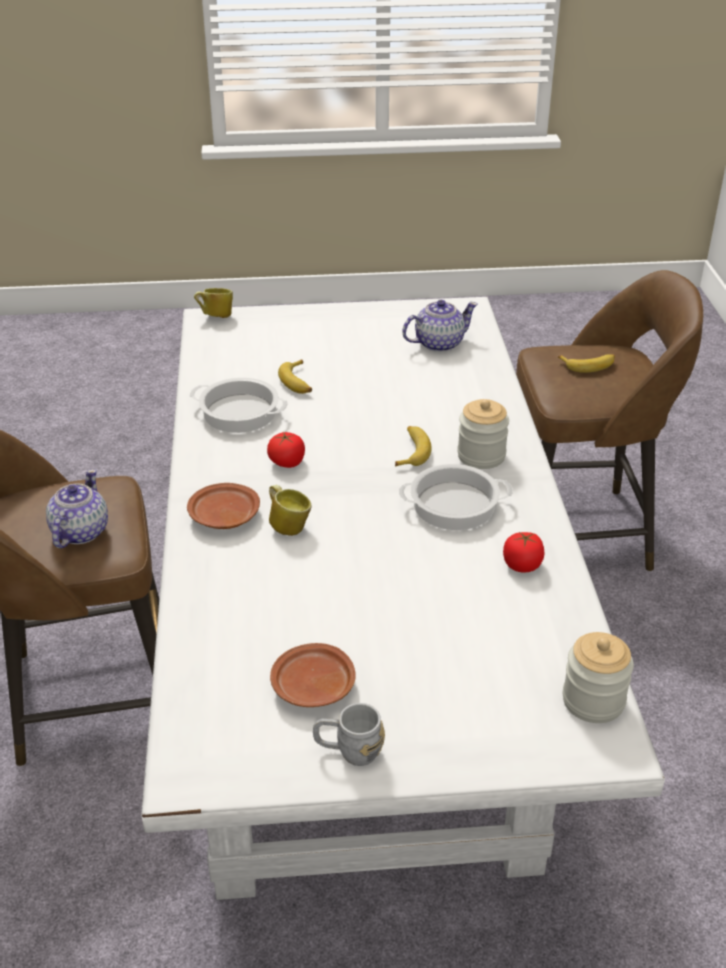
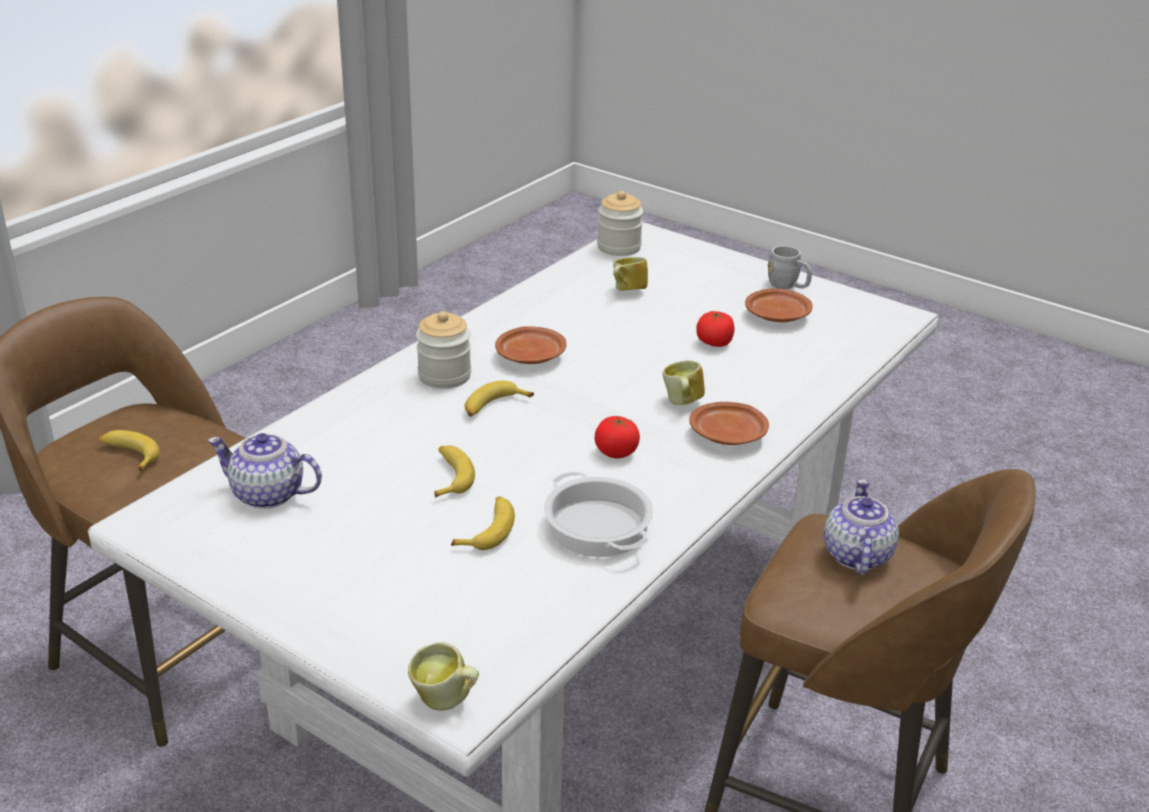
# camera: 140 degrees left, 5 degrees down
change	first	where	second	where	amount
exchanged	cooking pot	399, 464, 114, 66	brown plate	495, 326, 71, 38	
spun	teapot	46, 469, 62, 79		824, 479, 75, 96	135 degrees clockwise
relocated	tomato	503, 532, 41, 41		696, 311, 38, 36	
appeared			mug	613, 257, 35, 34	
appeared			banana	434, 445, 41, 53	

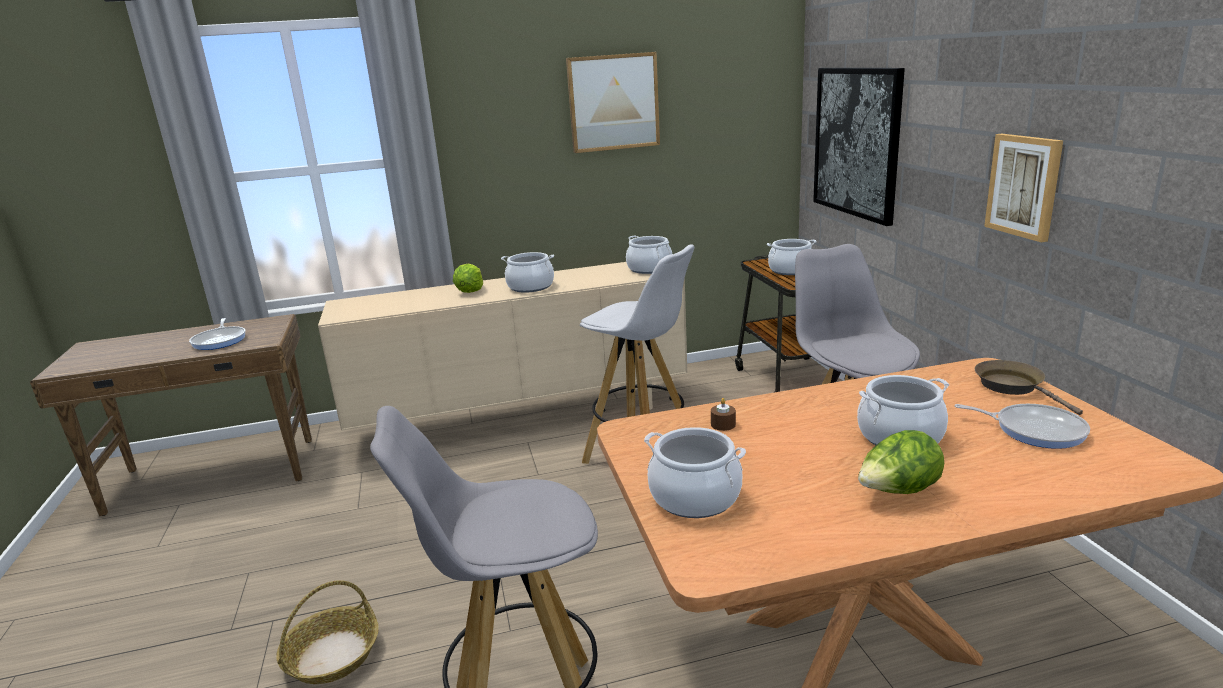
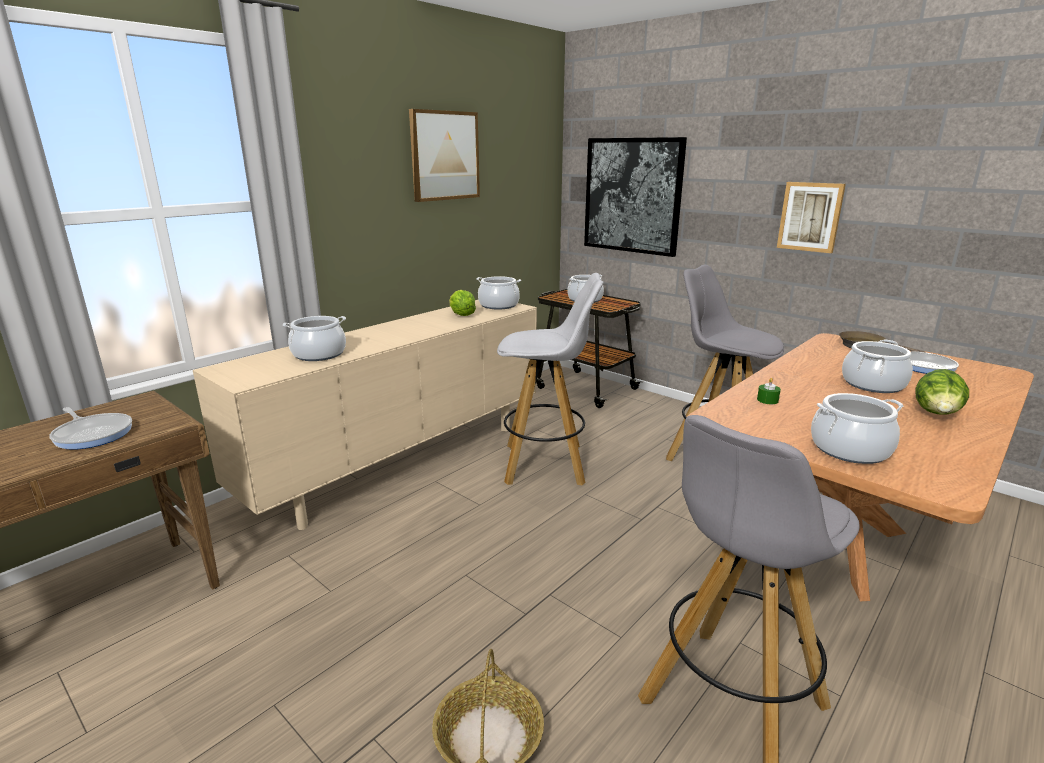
# camera: 35 degrees left, 0 degrees up
change	first	where	second	where	amount
relocated	cooking pot	501, 252, 53, 41		283, 316, 63, 45	
relocated	lettuce	453, 264, 30, 29		449, 290, 27, 26	
colour	brown candle	711, 398, 25, 33	green candle	757, 378, 24, 26	

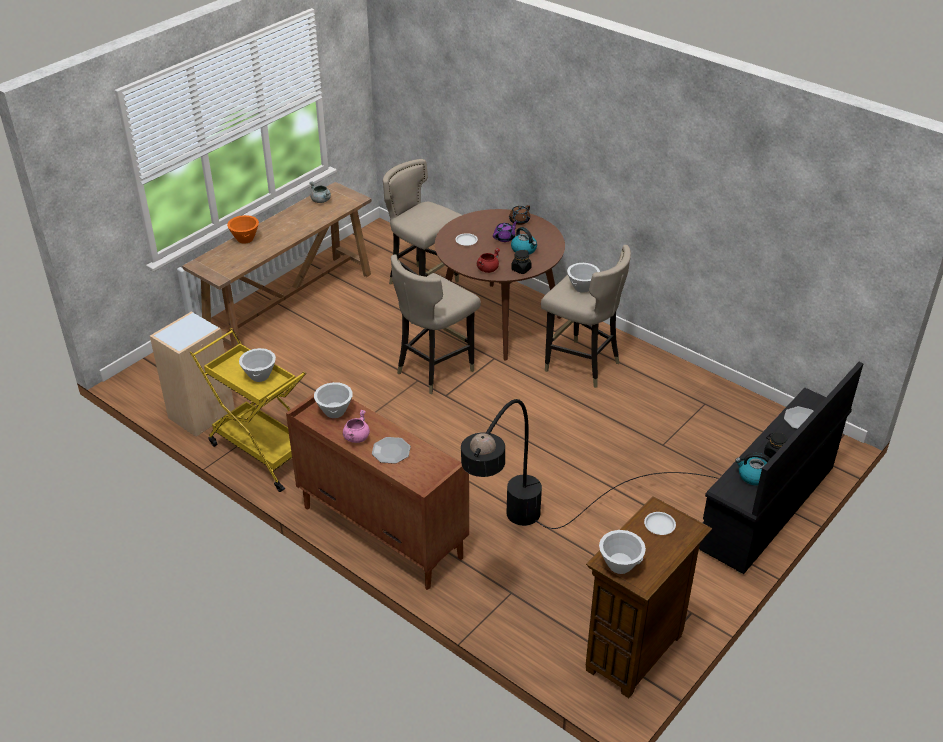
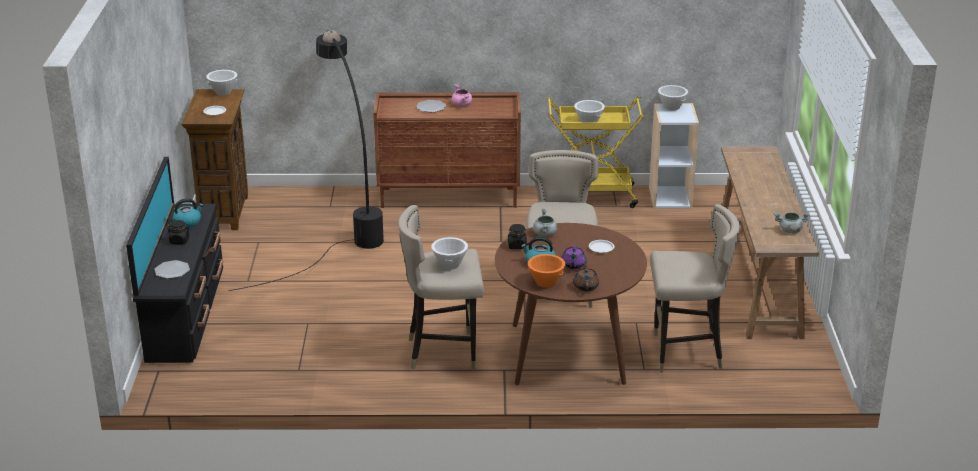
# camera: 140 degrees right, 10 degrees down
change	first	where	second	where	amount
relocated	orange bowl	227, 215, 32, 29		528, 254, 37, 34	
colour	red cooking pot	477, 248, 23, 25	grey cooking pot	533, 209, 24, 27	
relocated	white bowl	314, 382, 39, 36		658, 85, 30, 26	

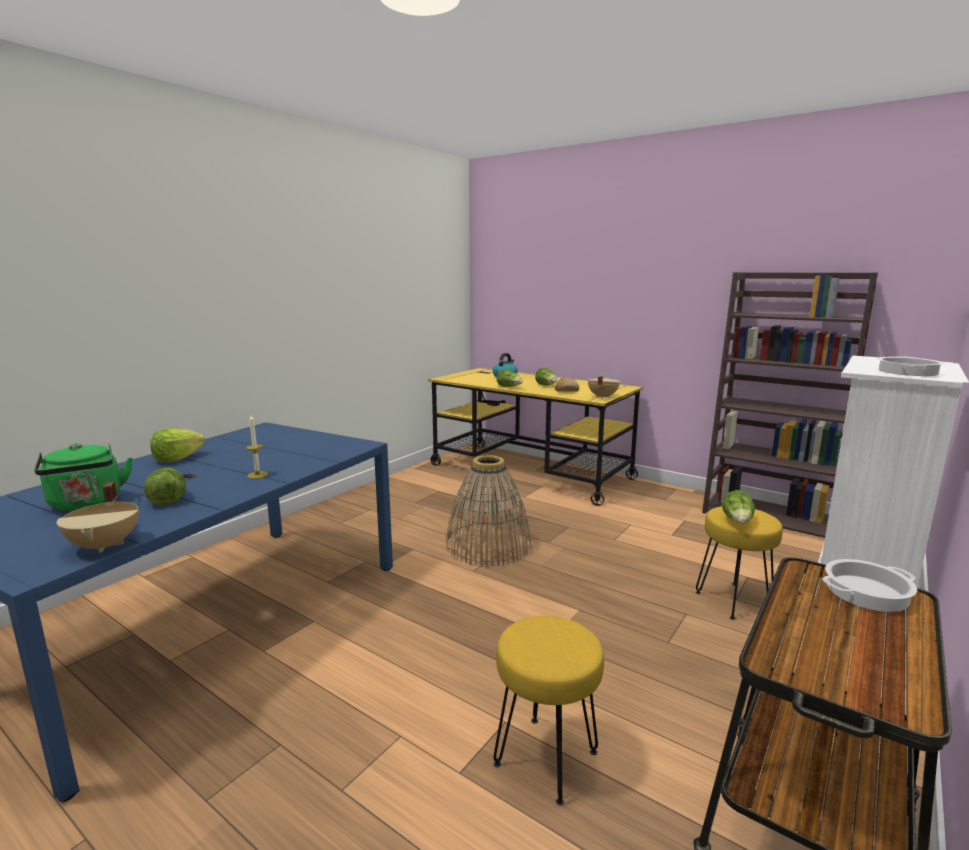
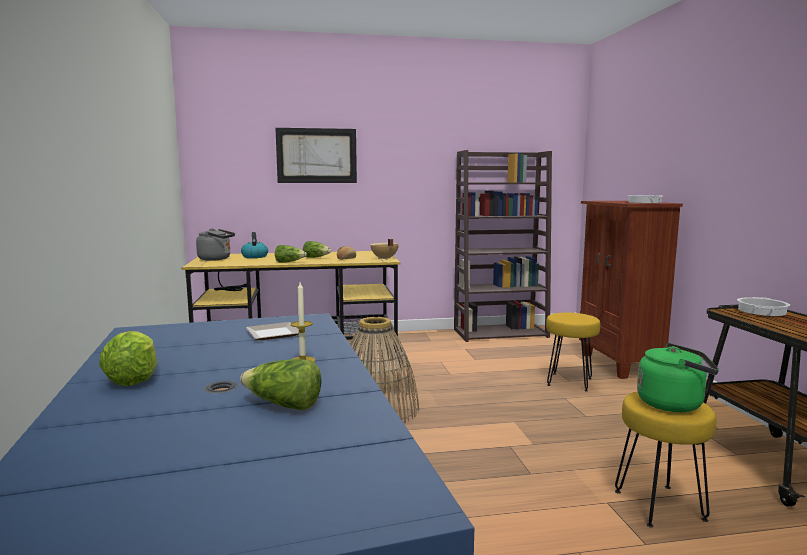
# camera: 45 degrees left, 5 degrees down
change	first	where	second	where	amount
colour	white cabinet	814, 356, 155, 290	brown cabinet	579, 201, 104, 178	
relocated	green kettle	34, 443, 99, 68		637, 343, 82, 69	
missing	beige cooking pot	57, 481, 82, 72			
missing	lettuce	722, 490, 33, 33			
appeared			picture	275, 128, 82, 55	
appeared			grey kettle	196, 228, 39, 33	
appeared			plate	246, 322, 53, 18	

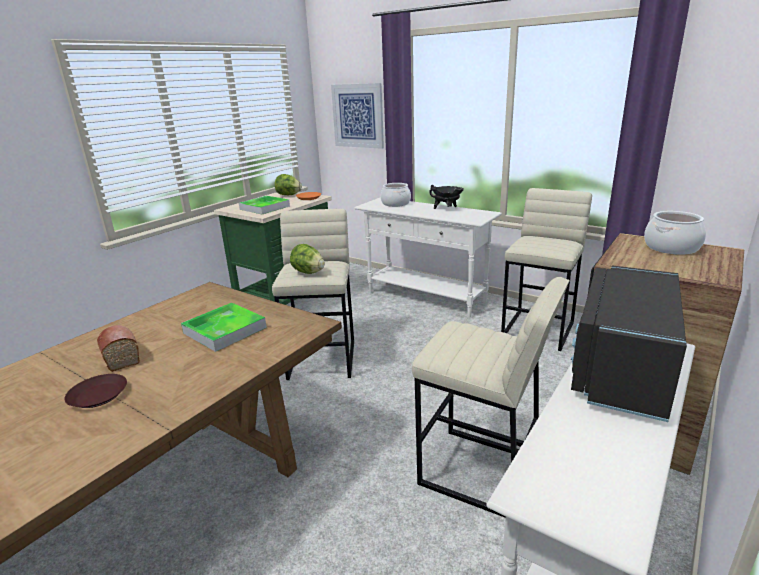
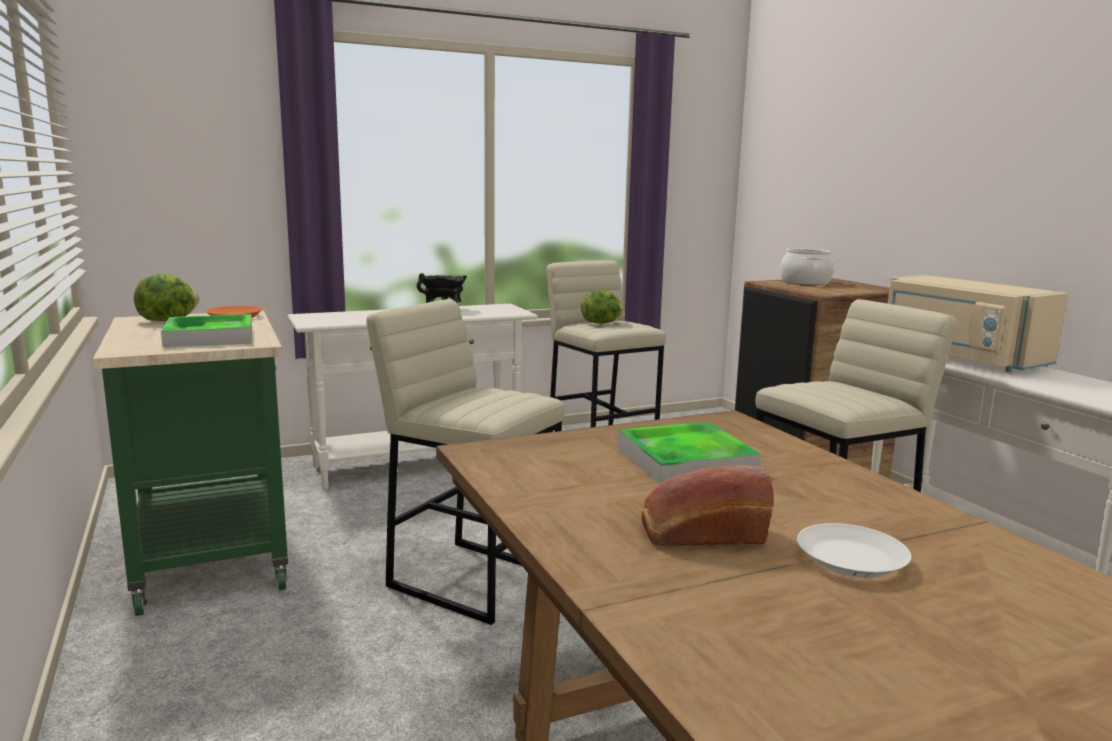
# camera: 60 degrees left, 10 degrees down
change	first	where	second	where	amount
missing	picture	331, 83, 53, 66			
missing	cooking pot	381, 183, 30, 24			
relocated	lettuce	290, 244, 35, 30		581, 289, 42, 34	
colour	black microwave	571, 265, 116, 157	beige microwave	888, 275, 180, 97	
colour	brown plate	64, 374, 63, 34	white plate	797, 523, 114, 55	

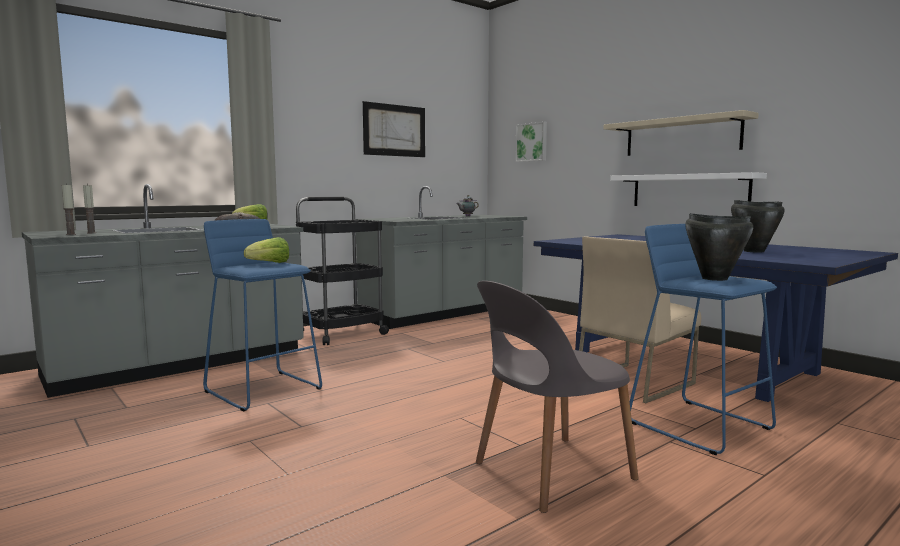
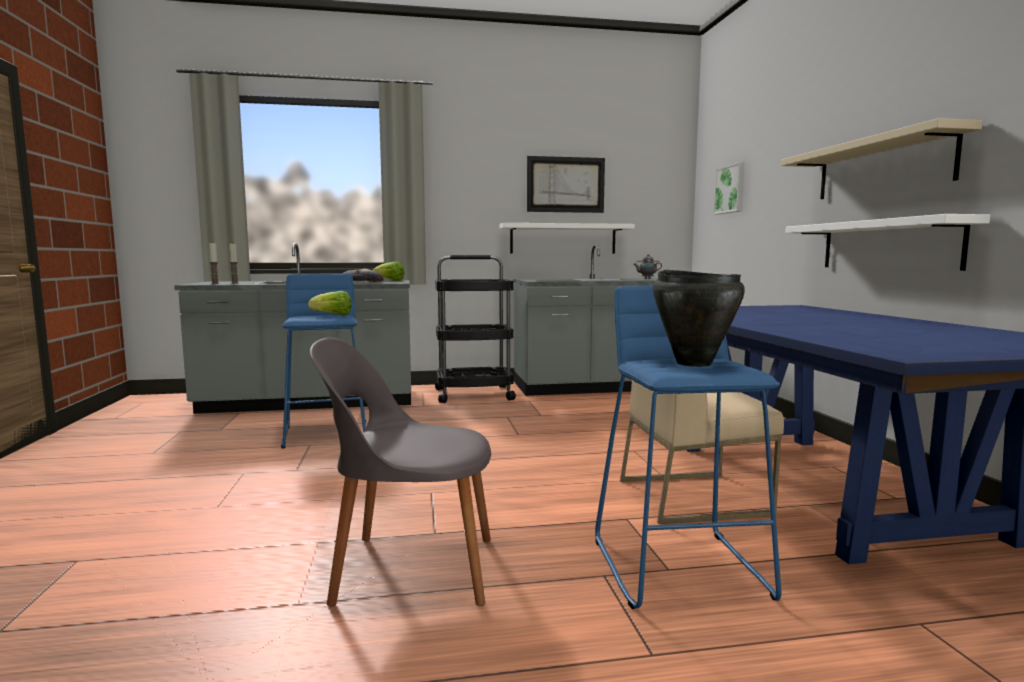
# camera: 30 degrees right, 0 degrees up
change	first	where	second	where	amount
missing	black cooking pot	731, 200, 54, 52			
appeared			white shelf	499, 223, 136, 31	

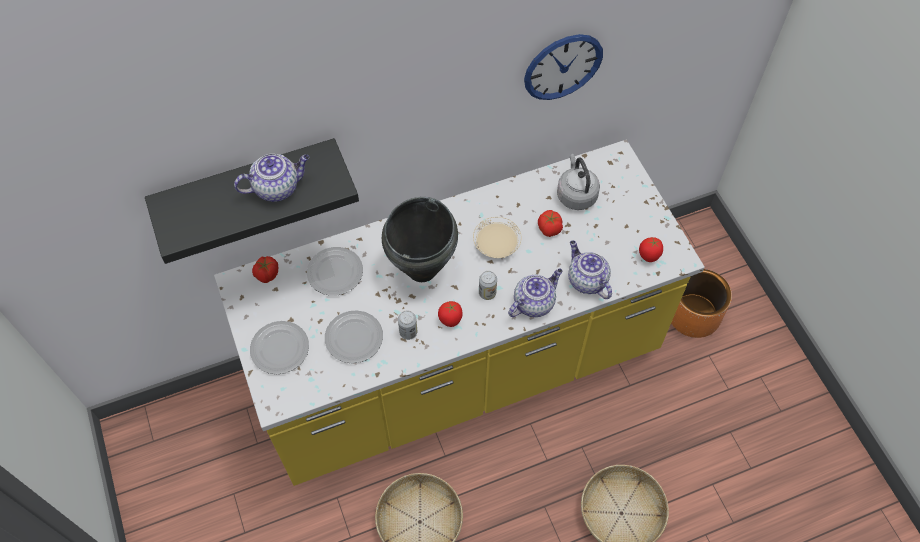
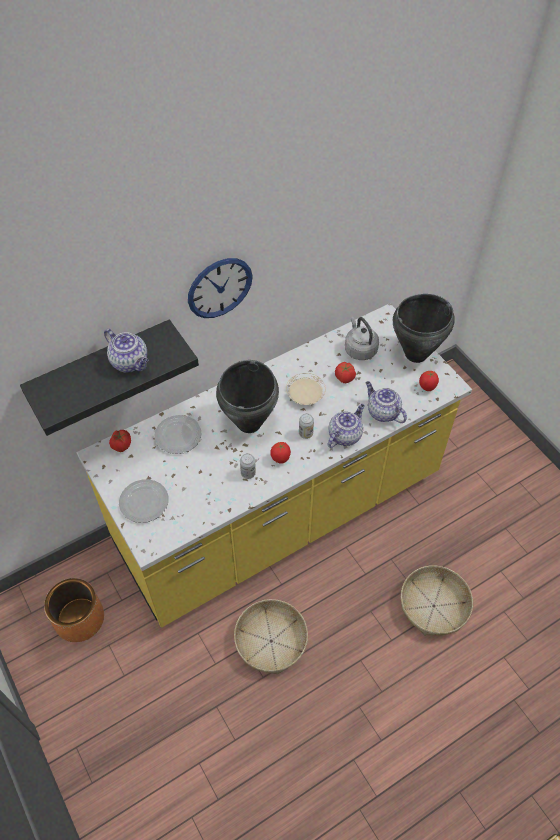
# camera: 10 degrees left, 5 degrees down
change	first	where	second	where	amount
relocated	wall clock	524, 34, 79, 66		188, 258, 65, 60	
spun	teapot	234, 154, 75, 48		104, 329, 44, 44	75 degrees clockwise
relocated	orange planter	671, 269, 61, 69		44, 578, 60, 64	
missing	plate	325, 310, 58, 53			
appeared			black cooking pot	393, 294, 62, 69	

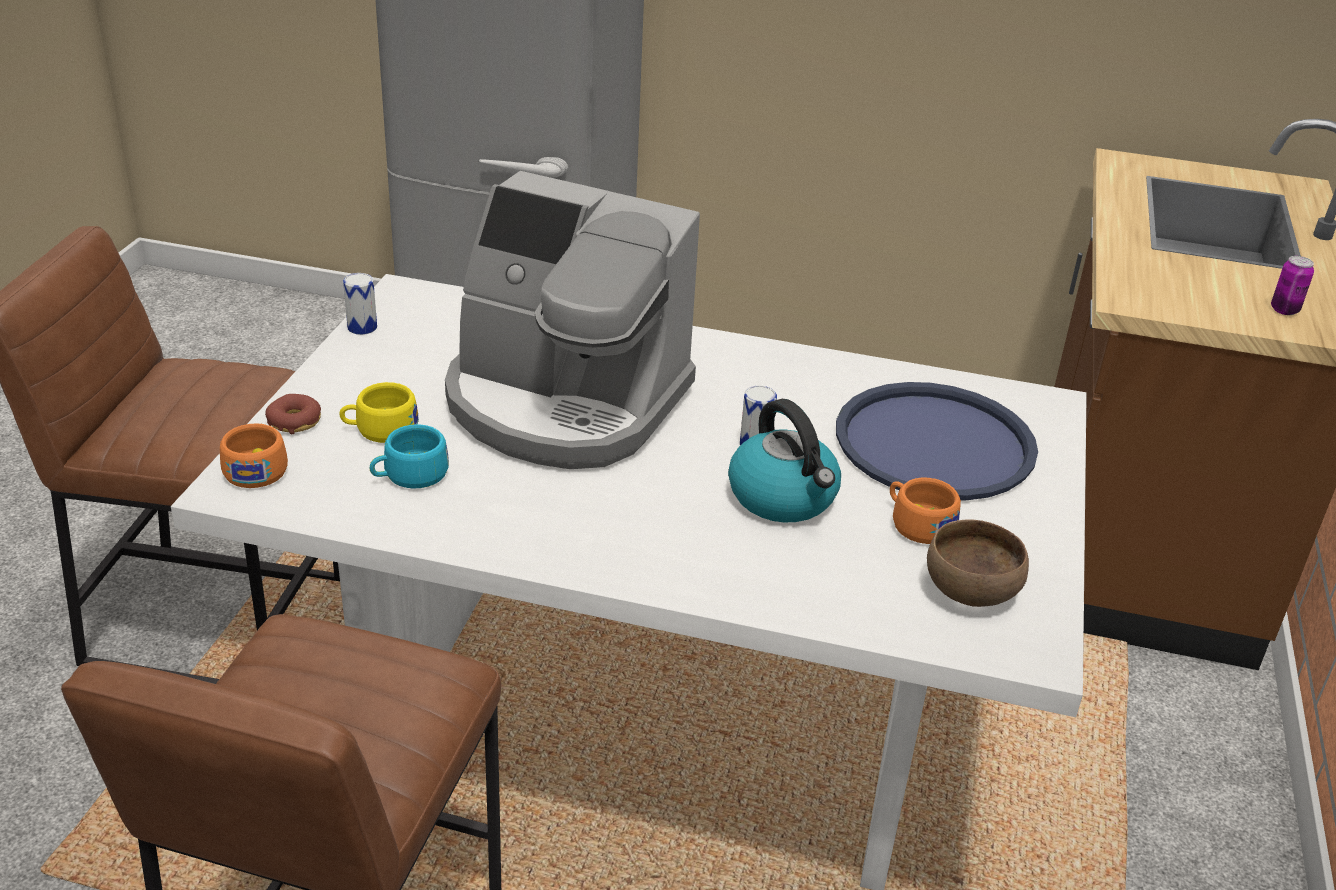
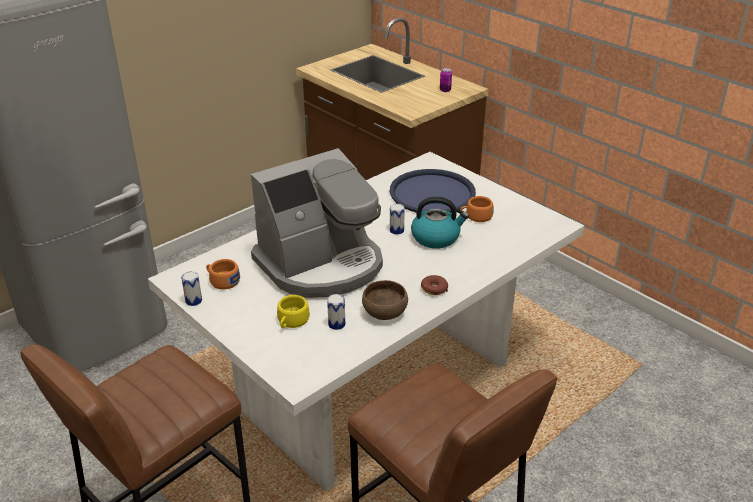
# camera: 55 degrees left, 0 degrees up
change	first	where	second	where	amount
relocated	donut	265, 394, 56, 40		421, 275, 27, 20	
relocated	orange cup	220, 423, 68, 65		206, 259, 34, 30	
exchanged	turquoise cup	370, 424, 79, 64	can	327, 294, 18, 36	
relocated	brown bowl	927, 520, 102, 87		362, 280, 46, 40	

